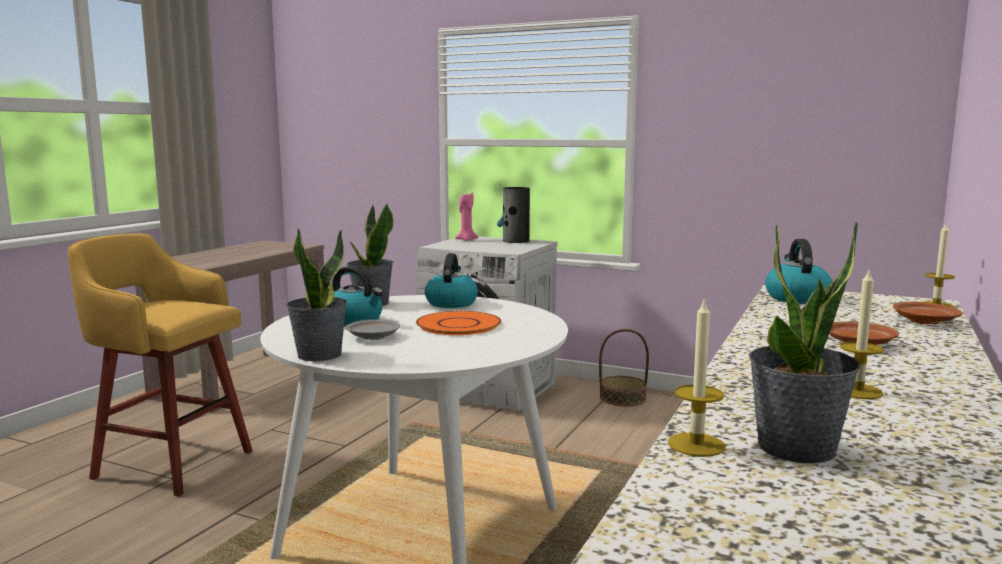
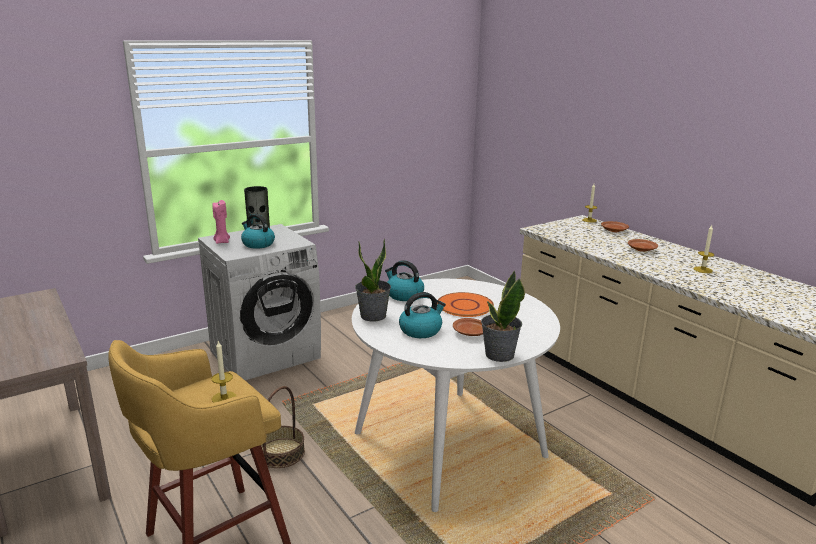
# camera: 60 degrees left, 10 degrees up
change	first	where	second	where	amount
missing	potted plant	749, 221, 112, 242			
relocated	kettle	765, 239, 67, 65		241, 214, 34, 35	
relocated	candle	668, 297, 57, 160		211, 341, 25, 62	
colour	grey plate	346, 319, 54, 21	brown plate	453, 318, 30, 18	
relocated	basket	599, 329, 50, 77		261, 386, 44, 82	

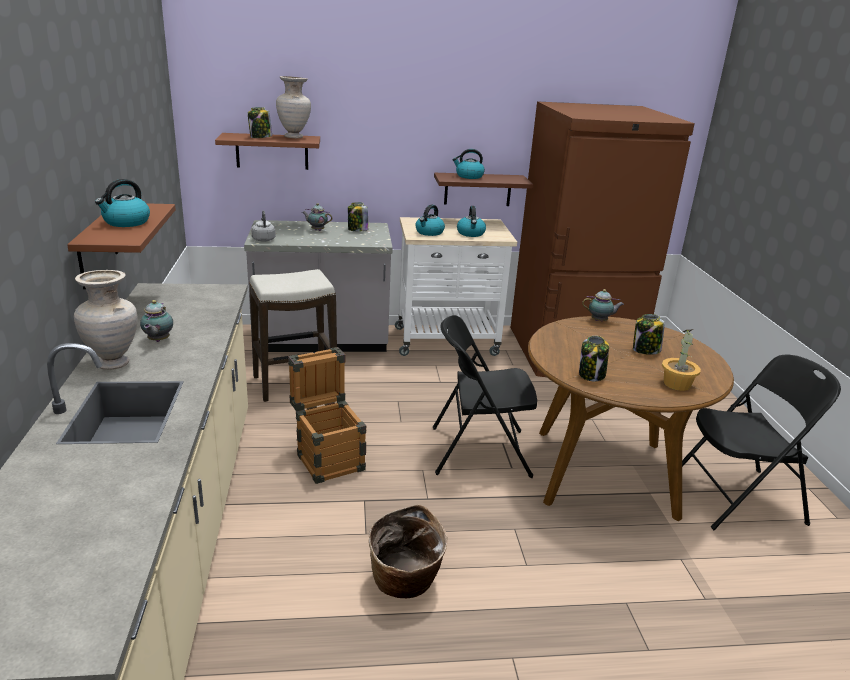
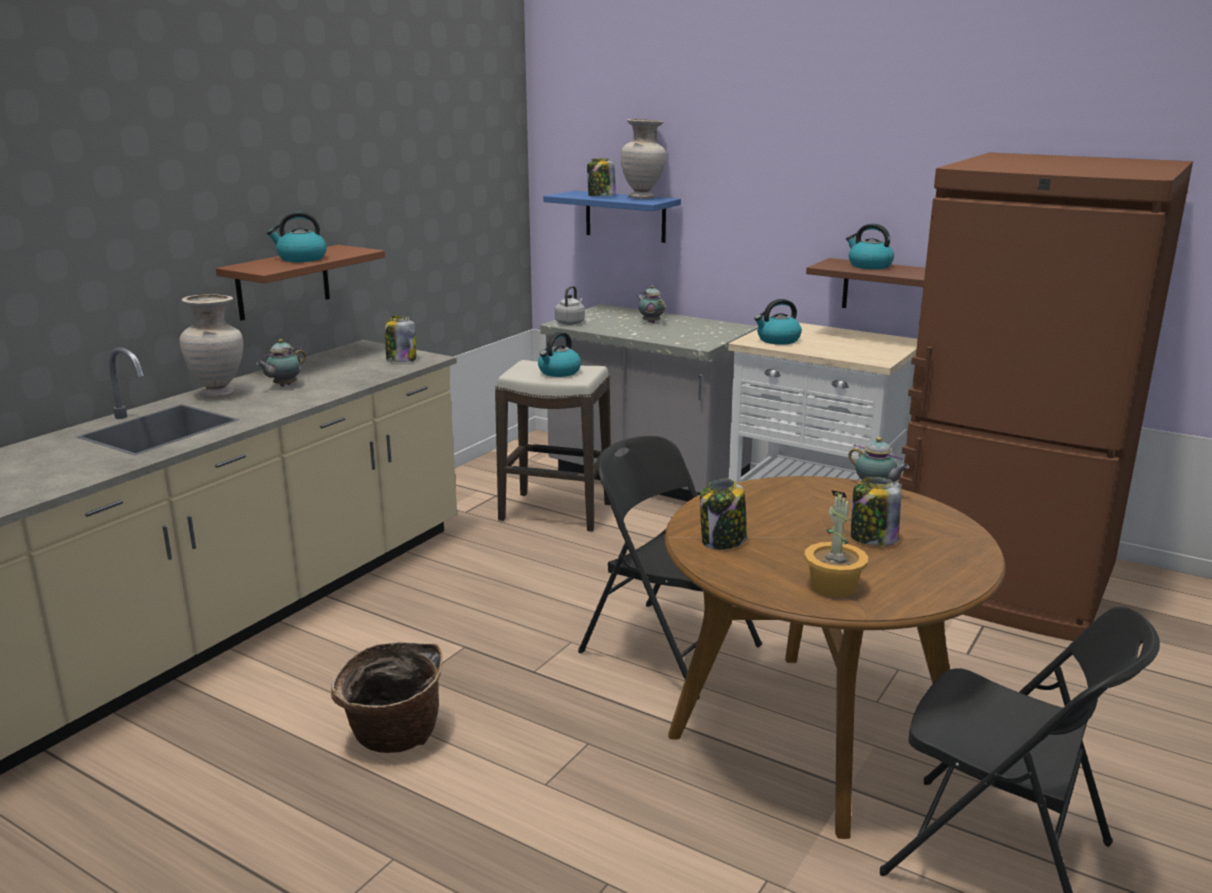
# camera: 40 degrees right, 5 degrees down
change	first	where	second	where	amount
colour	brown shelf	215, 133, 105, 37	blue shelf	543, 191, 138, 52	
relocated	jar	348, 202, 20, 29		385, 316, 31, 46	
relocated	kettle	457, 206, 29, 31		538, 332, 43, 45	
missing	crate	288, 347, 78, 137			

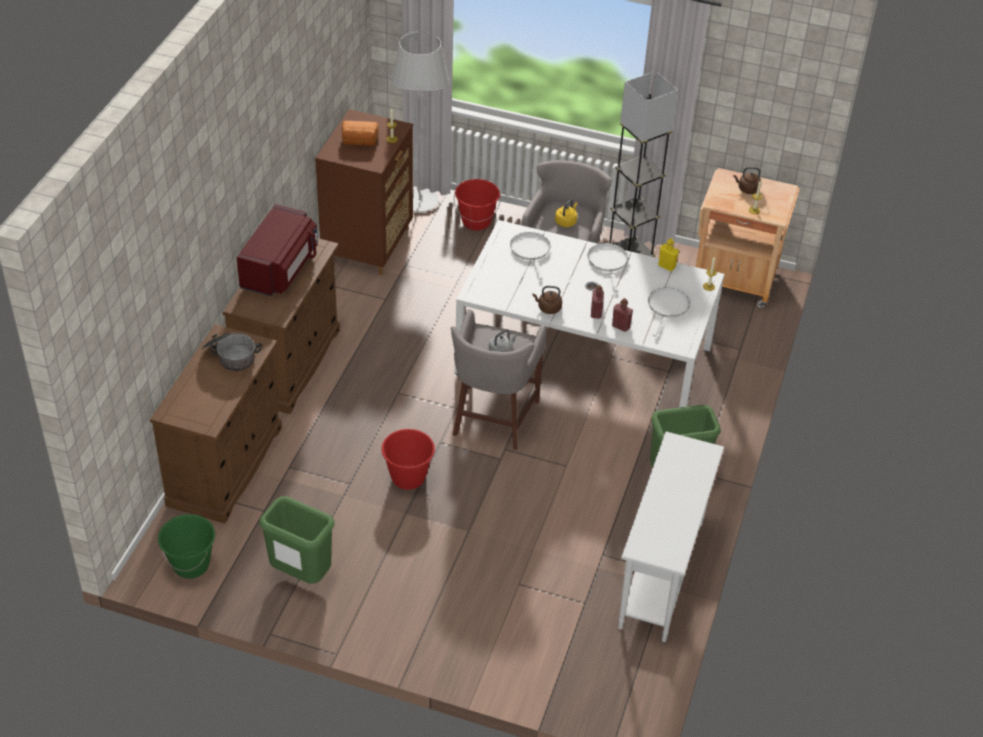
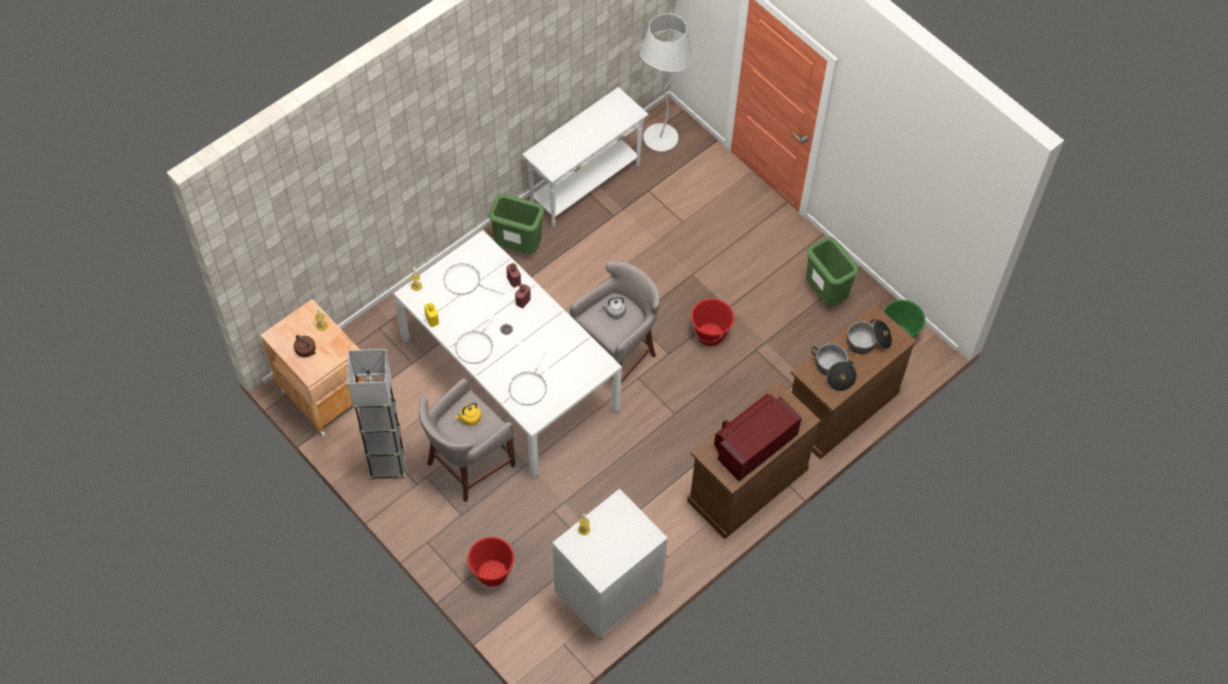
# camera: 150 degrees left, 15 degrees up
change	first	where	second	where	amount
relocated	white floor lamp	391, 32, 58, 181		640, 13, 53, 139	
colour	brown dresser	315, 109, 98, 166	white dresser	552, 489, 116, 150	
missing	bread	342, 121, 37, 25			
missing	brown kettle	533, 286, 29, 28			
spun	white frying pan	648, 288, 42, 49		444, 263, 60, 32	60 degrees clockwise
appeared			cooking pot	847, 319, 45, 35	

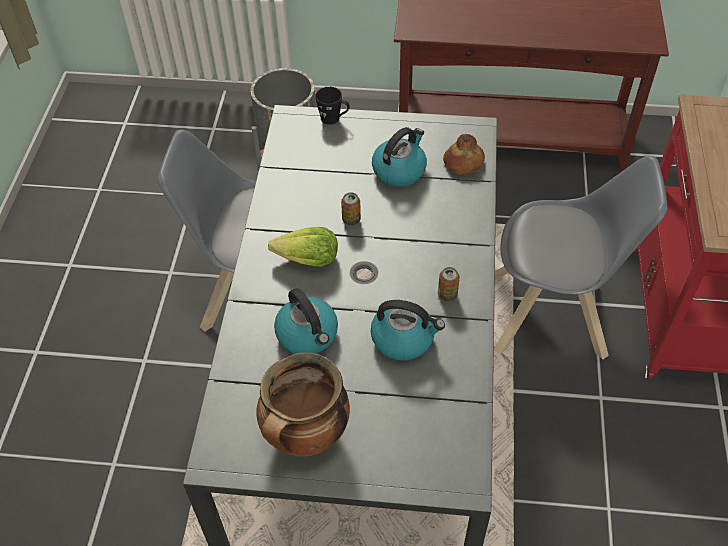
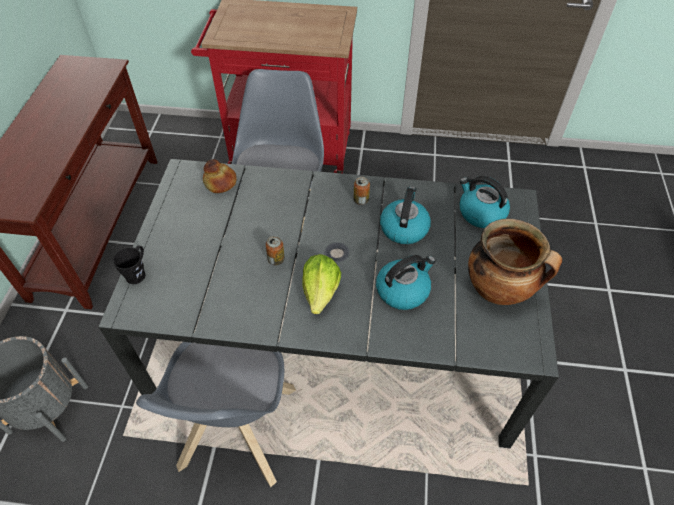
# camera: 90 degrees left, 0 degrees up
change	first	where	second	where	amount
relocated	kettle	372, 127, 55, 60		459, 176, 51, 52	

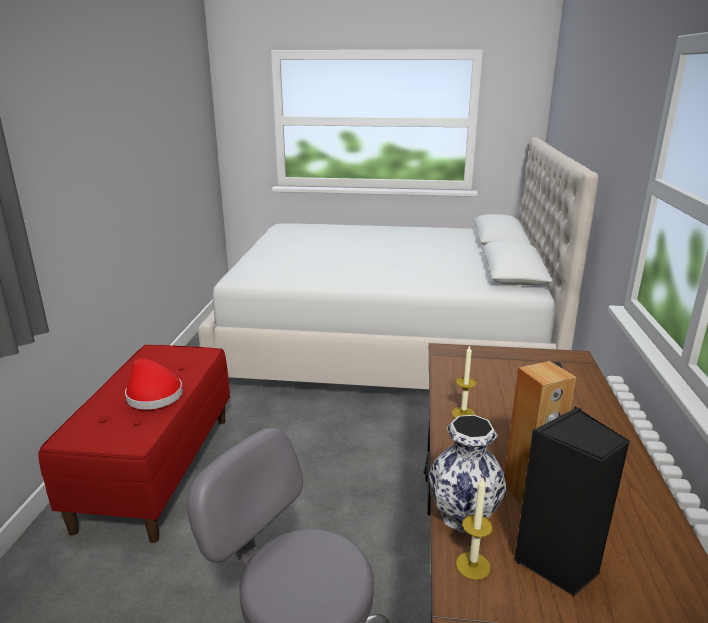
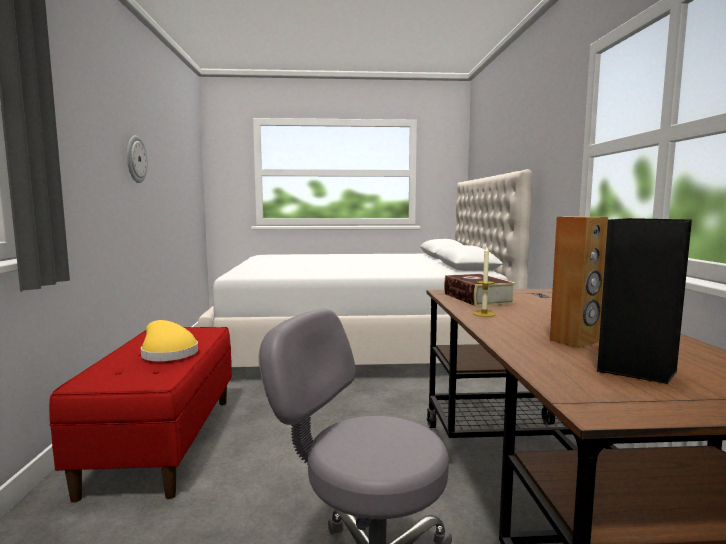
# camera: 10 degrees left, 15 degrees down
change	first	where	second	where	amount
colour	red hat	125, 358, 58, 51	yellow hat	141, 320, 57, 41	
missing	vase	429, 415, 78, 118			
missing	candle	456, 476, 37, 104			
appeared			wall clock	127, 135, 21, 48	
appeared			book	444, 274, 72, 32	

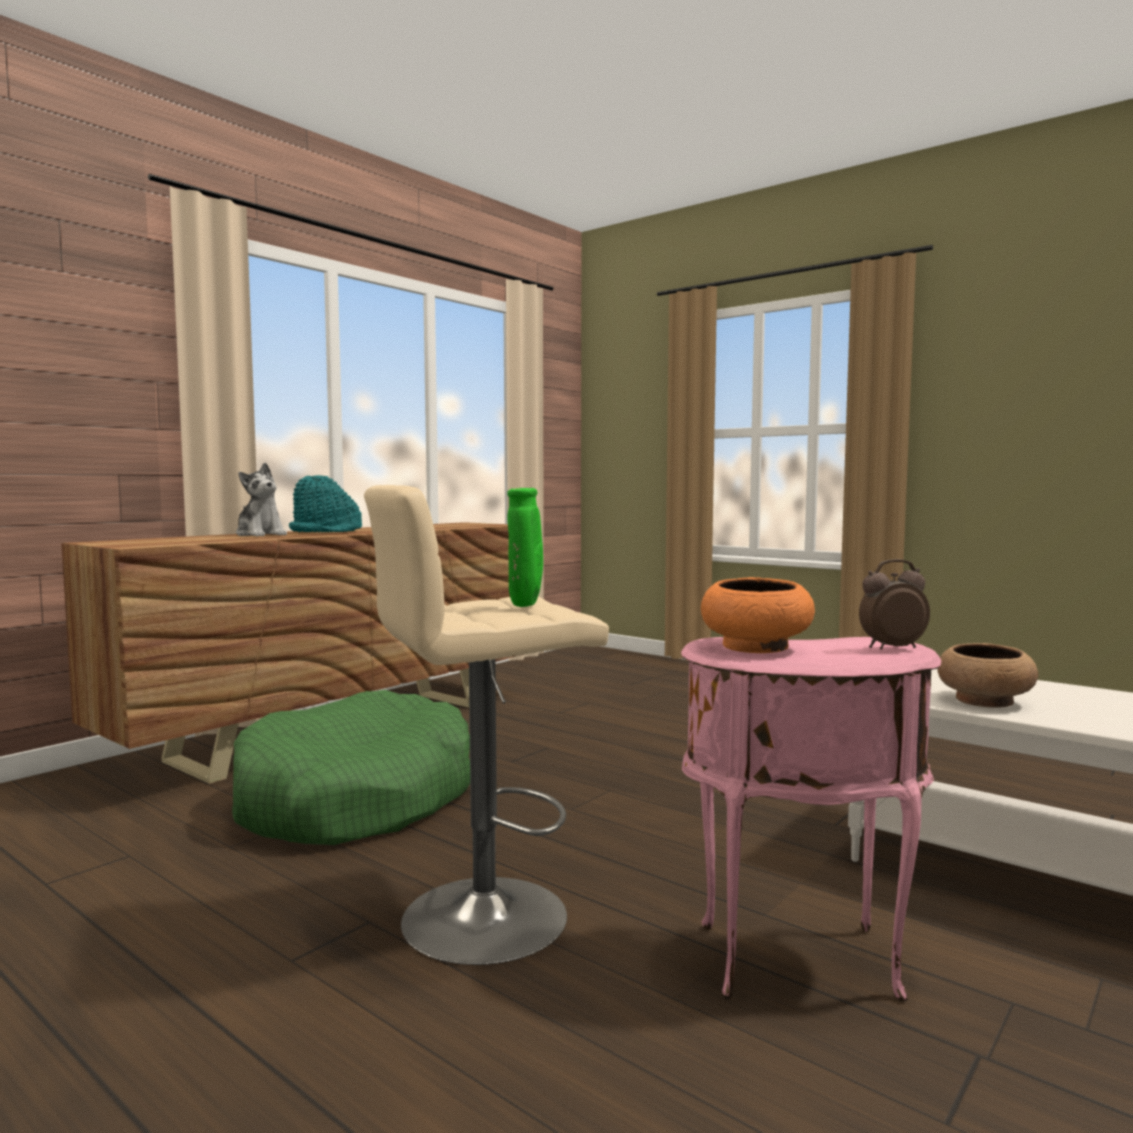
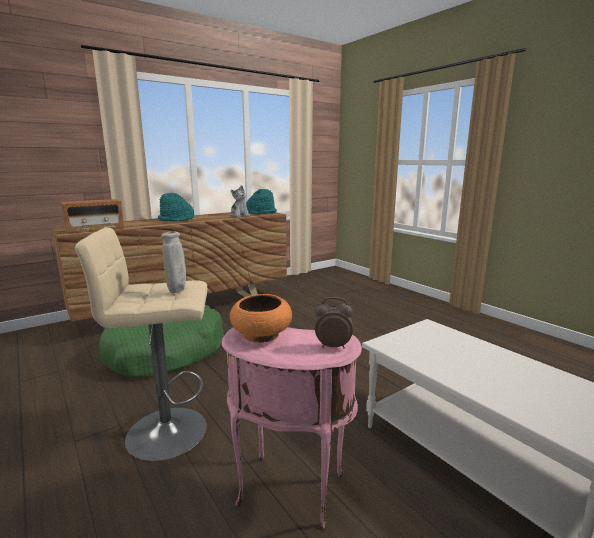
# camera: 15 degrees right, 10 degrees up
change	first	where	second	where	amount
relocated	plush toy	236, 463, 51, 73		230, 185, 20, 32	
colour	green vase	507, 488, 36, 119	beige vase	161, 232, 25, 61	
missing	brown bowl	937, 643, 101, 65			
appeared			turquoise hat	246, 189, 31, 26	
appeared			radio	61, 199, 63, 35	

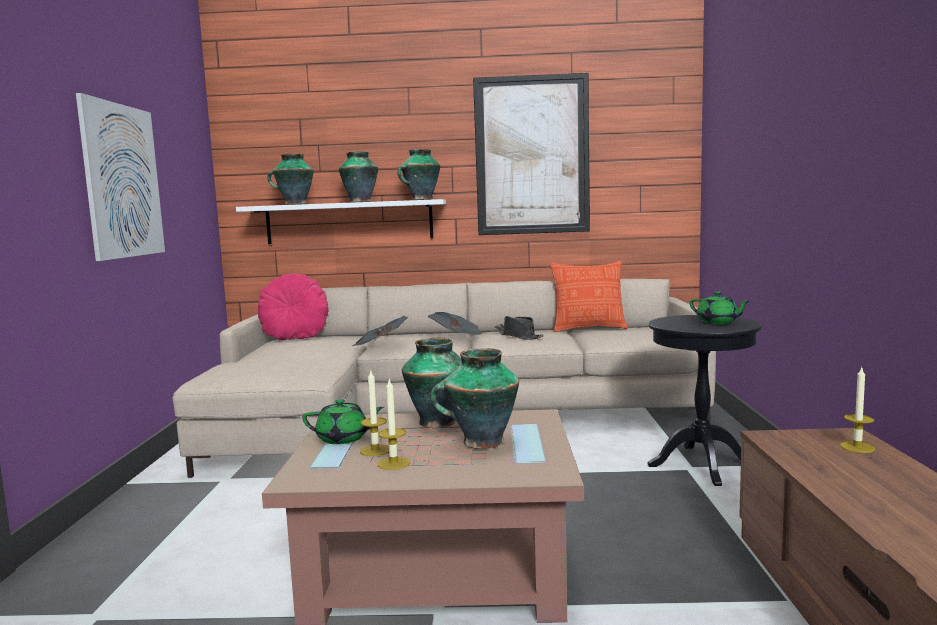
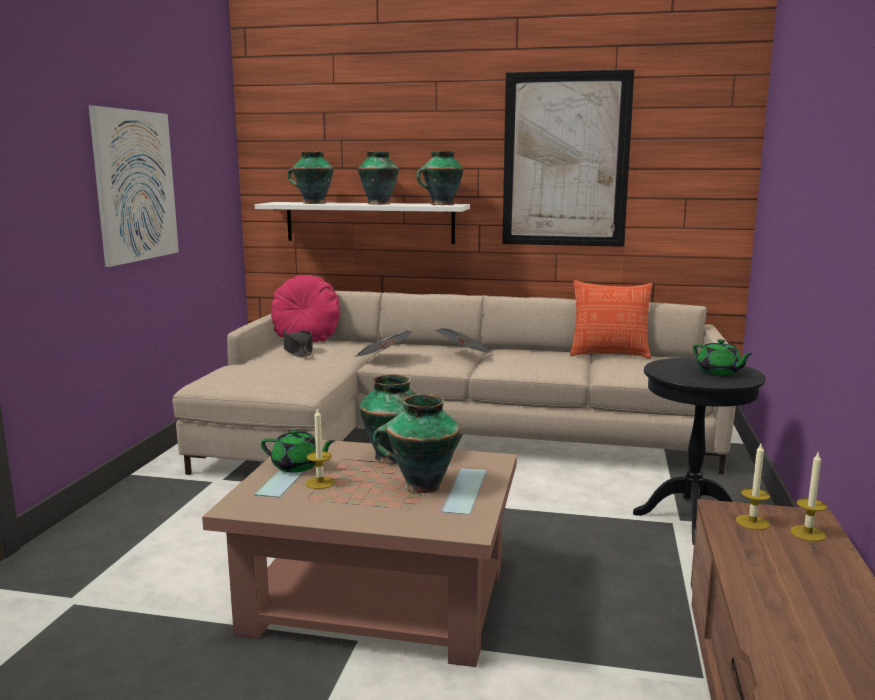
# camera: 10 degrees right, 5 degrees up
change	first	where	second	where	amount
relocated	black hat	495, 316, 49, 24		284, 330, 29, 27	
relocated	candle	378, 379, 32, 91		736, 444, 34, 86	

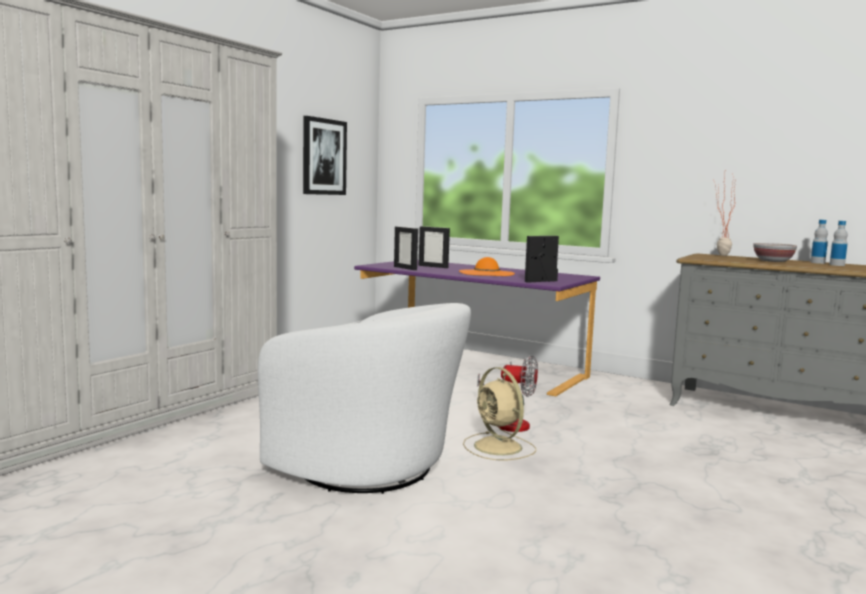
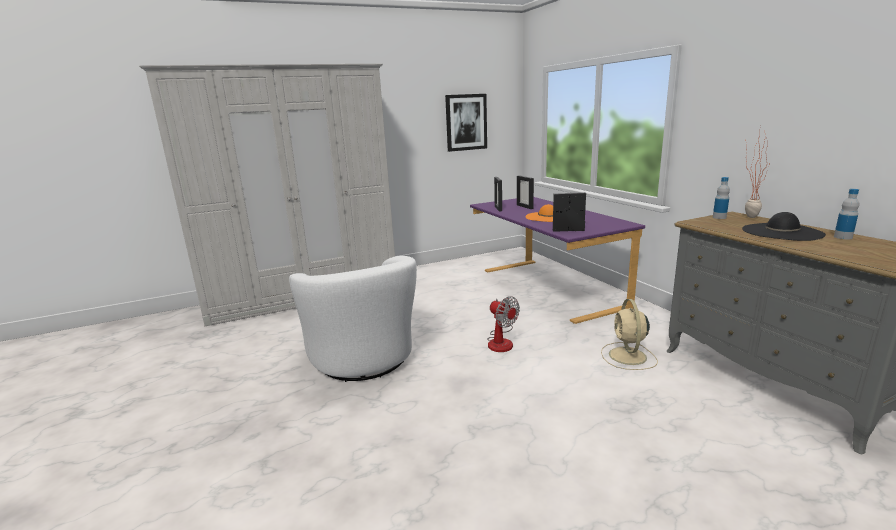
# camera: 35 degrees right, 10 degrees up
change	first	where	second	where	amount
relocated	bottle	830, 221, 18, 45		713, 177, 17, 42	
exchanged	bowl	753, 243, 44, 19	black hat	742, 212, 84, 29	
relocated	beige fan	463, 367, 73, 93		601, 299, 57, 71	

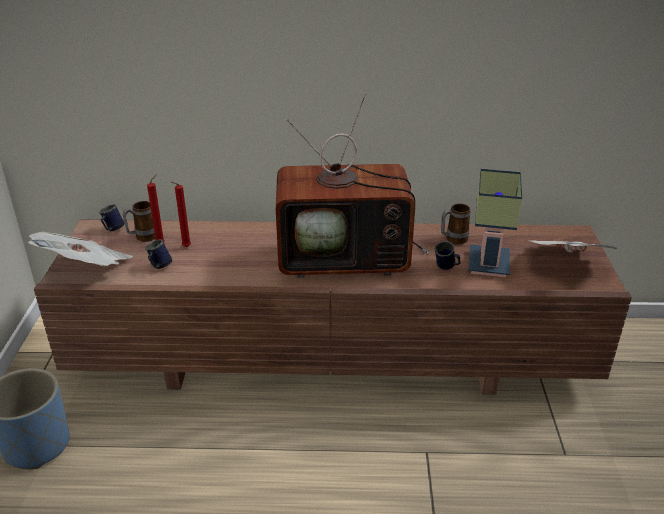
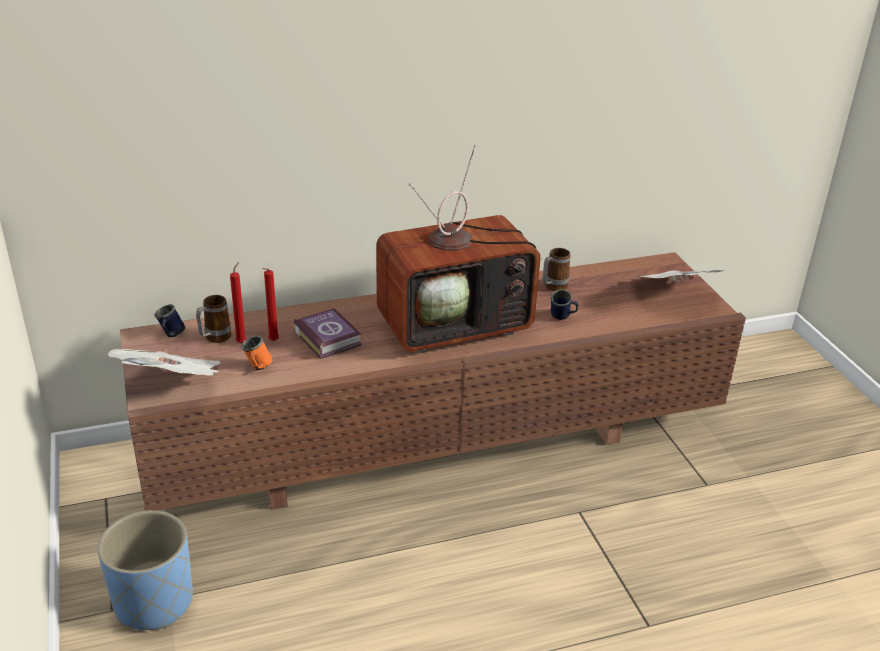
# camera: 20 degrees left, 0 degrees up
change	first	where	second	where	amount
missing	table lamp	468, 169, 54, 108			
colour	blue mug	145, 239, 27, 30	orange mug	241, 335, 32, 35	
appeared			book	293, 308, 69, 51	

